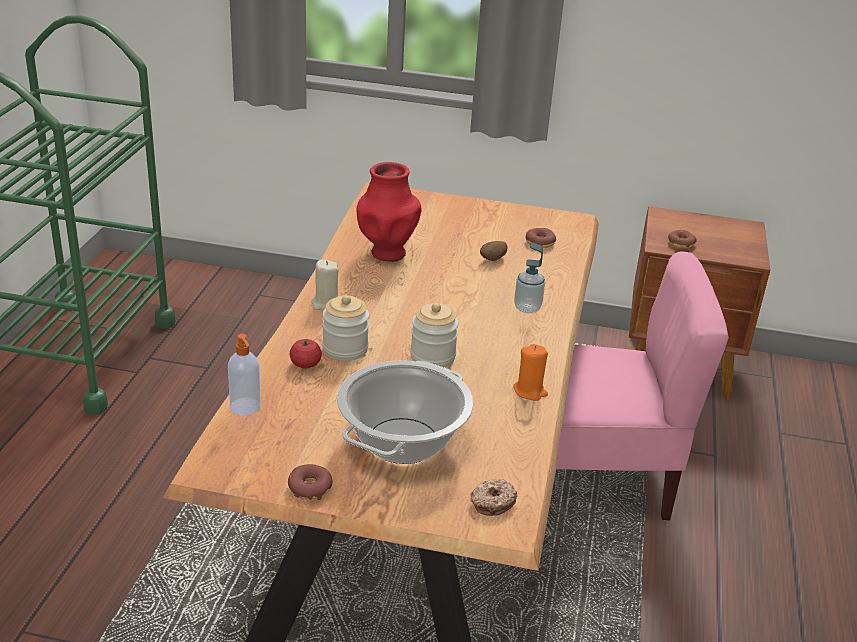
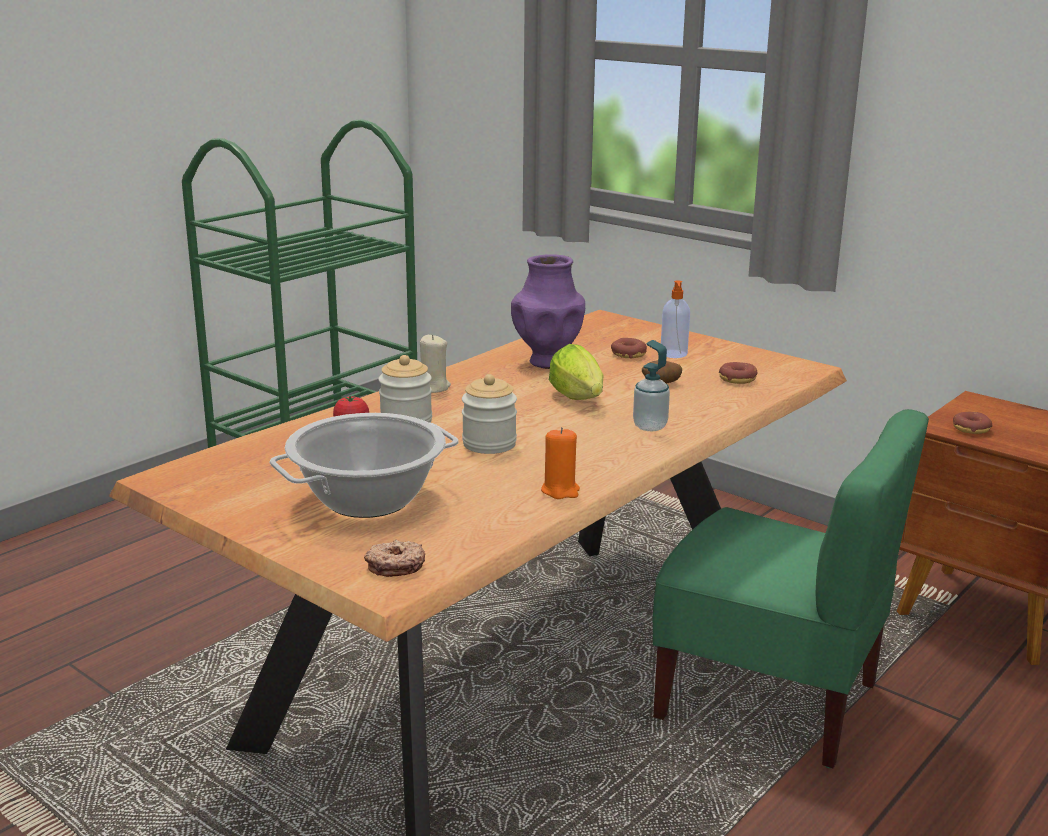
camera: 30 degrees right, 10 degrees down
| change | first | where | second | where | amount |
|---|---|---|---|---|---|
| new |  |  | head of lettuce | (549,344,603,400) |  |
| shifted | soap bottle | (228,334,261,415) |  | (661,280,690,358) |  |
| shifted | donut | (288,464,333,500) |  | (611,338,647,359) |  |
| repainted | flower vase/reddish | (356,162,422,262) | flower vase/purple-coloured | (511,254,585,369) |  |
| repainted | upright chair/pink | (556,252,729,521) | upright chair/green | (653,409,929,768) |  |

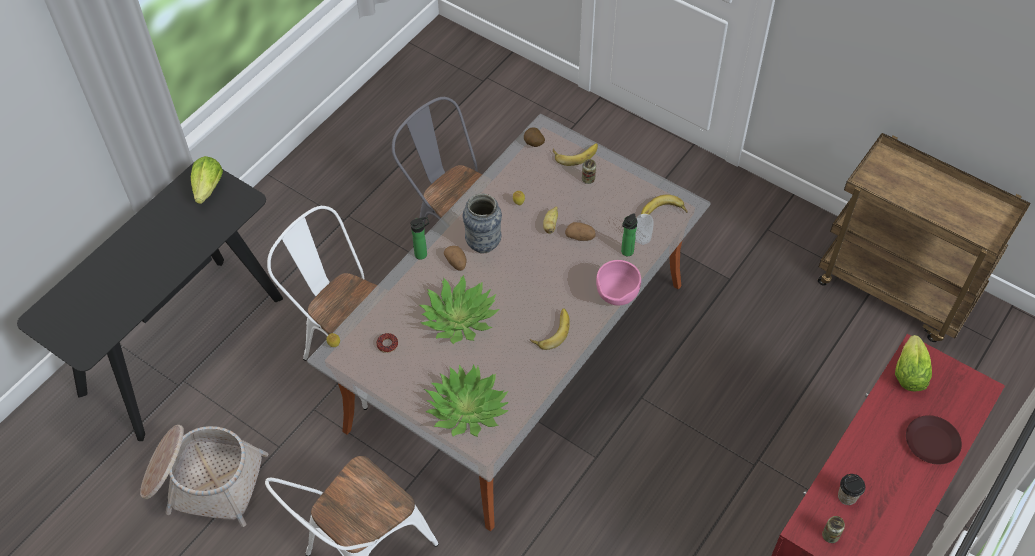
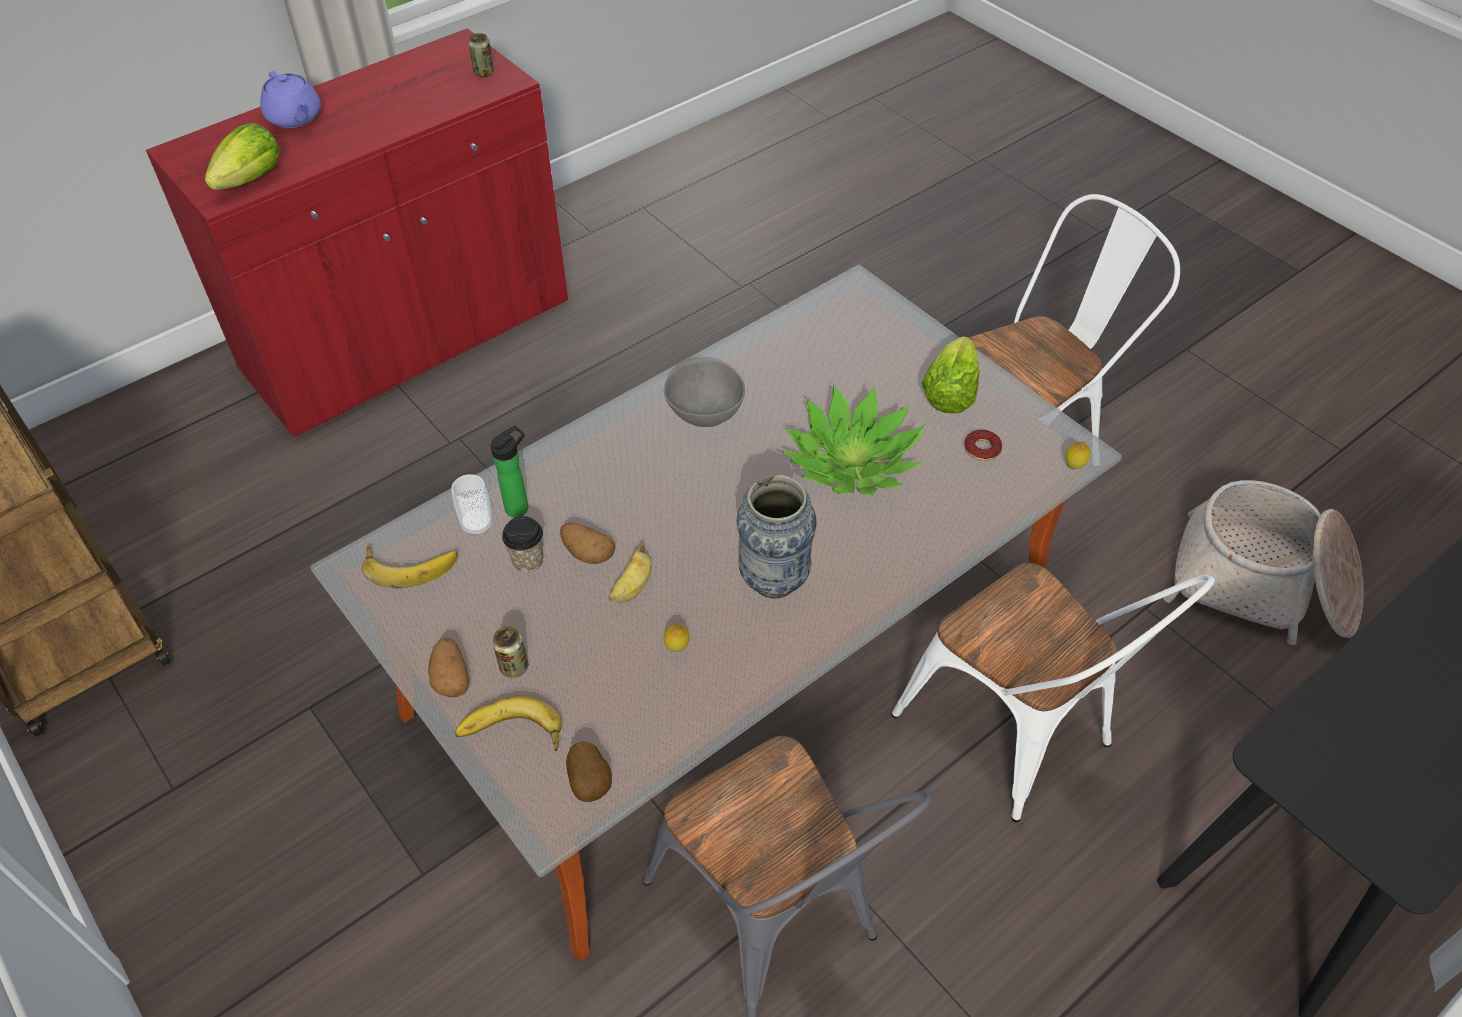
camera: 165 degrees left, 5 degrees down
| change | first | where | second | where | amount |
|---|---|---|---|---|---|
| gone | drink bottle | (410,217,429,260) |  |  |  |
| gone | potted plant | (424,364,509,437) |  |  |  |
| gone | deep dish/pink | (596,260,641,306) |  |  |  |
| shifted | head of lettuce | (191,156,223,204) |  | (922,336,979,413) |  |
| shifted | whole potato | (444,246,466,271) |  | (428,637,469,697) |  |
| shifted | small cup | (838,474,865,505) |  | (502,516,543,572) |  |
| swapped | whole banana | (530,308,570,350) | deep dish/gray | (664,360,745,427) |  |
| swapped | plate/brown-coloured | (906,415,962,465) | pot for tea/purple-coloured | (260,71,321,128) |  |

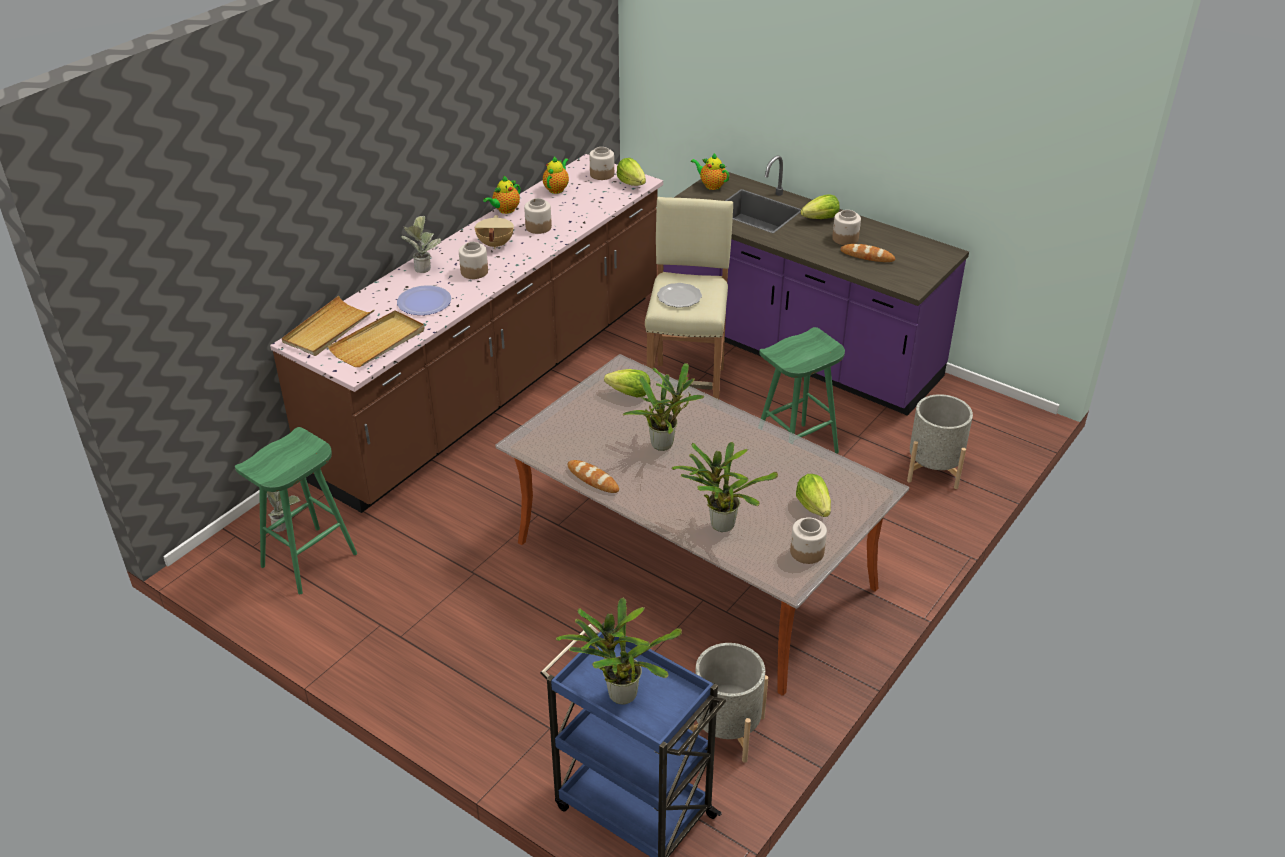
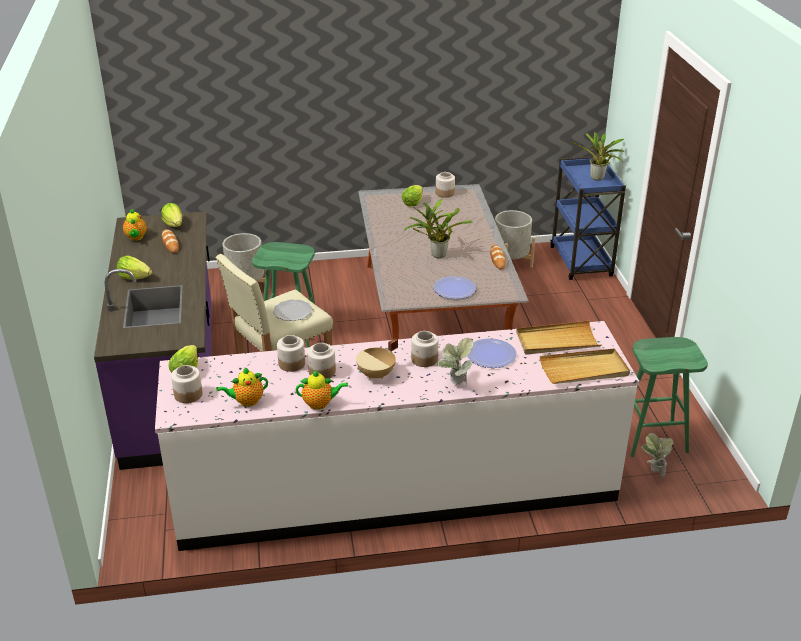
camera: 135 degrees left, 5 degrees down
| change | first | where | second | where | amount |
|---|---|---|---|---|---|
| gone | potted plant | (671,442,778,532) |  |  |  |
| new |  |  | plate | (433,276,476,299) |  |
| shifted | head of lettuce | (604,369,650,398) |  | (161,203,182,227) |  |
| shifted | pot for tea | (691,153,729,190) |  | (123,209,147,241) |  |
| shifted | jar | (832,210,861,245) |  | (277,335,305,372) |  |
| repainted | kitchen counter/brown-coloured | (270,154,663,513) | kitchen counter/white | (155,321,639,551) |  |

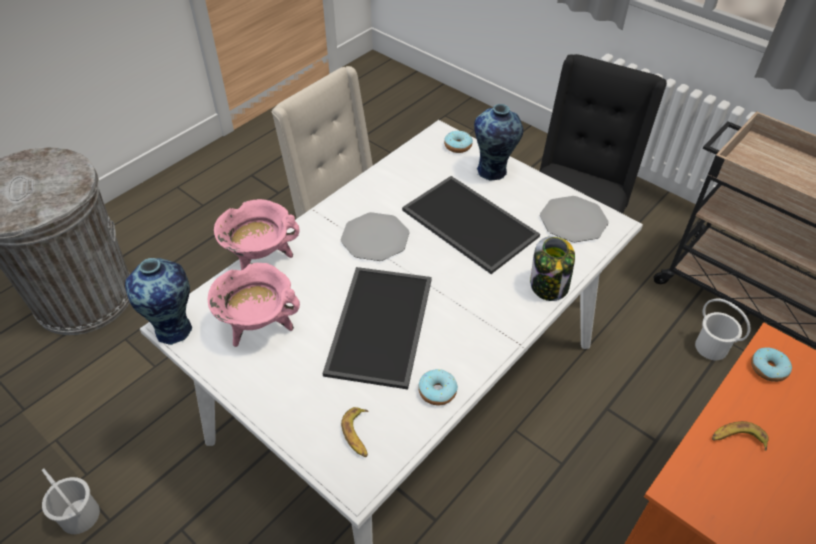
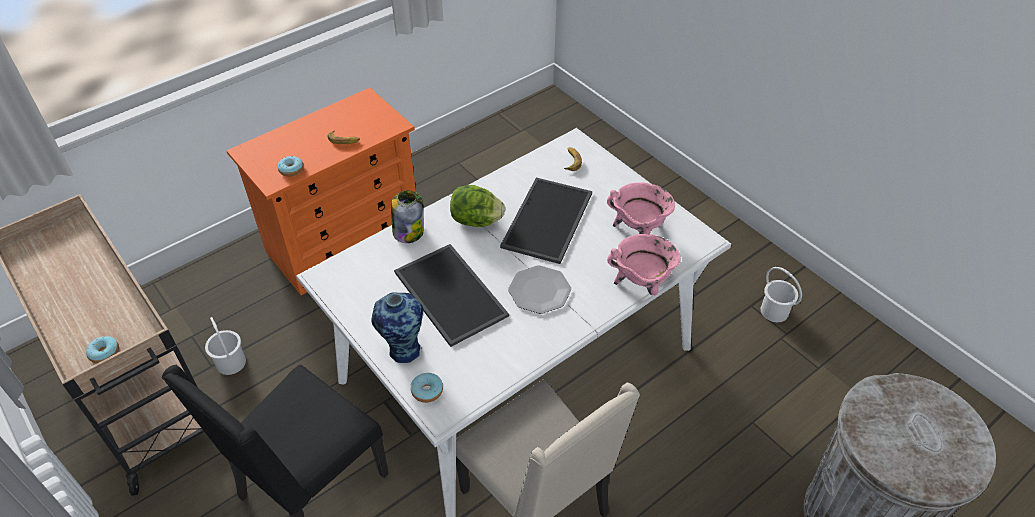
camera: 170 degrees left, 0 degrees up
| change | first | where | second | where | amount |
|---|---|---|---|---|---|
| gone | flower vase | (125,258,192,345) |  |  |  |
| gone | plate | (540,196,609,242) |  |  |  |
| new |  |  | head of lettuce | (450,185,505,227) |  |
| shifted | donut | (418,369,458,406) |  | (86,336,119,363) |  |

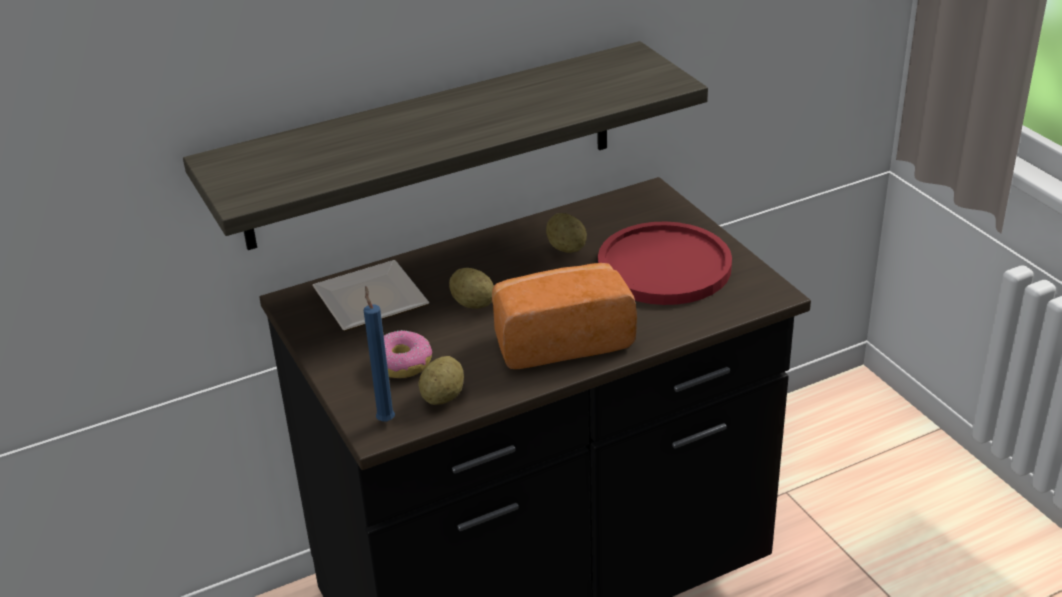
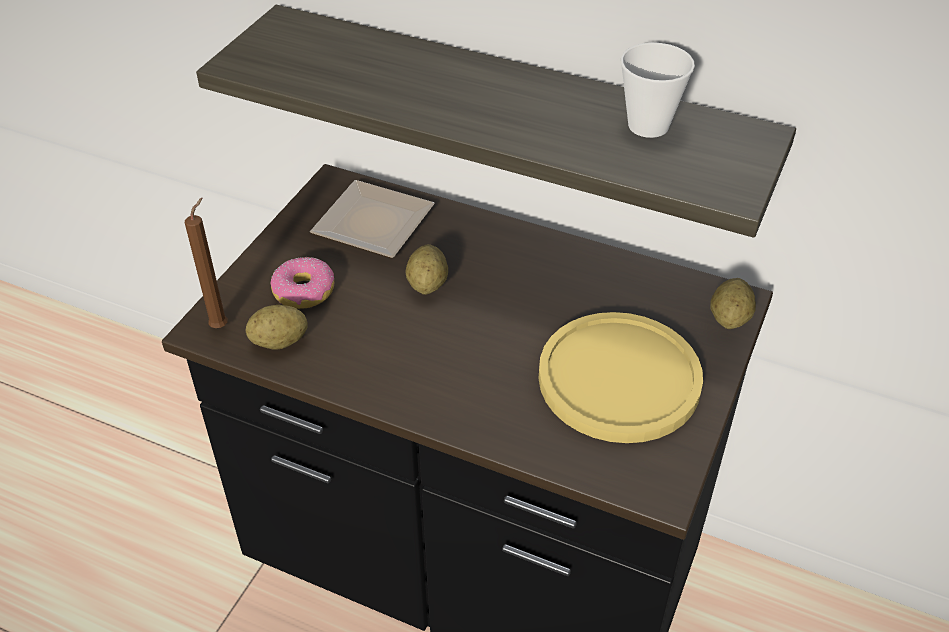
camera: 50 degrees right, 10 degrees up
| change | first | where | second | where | amount |
|---|---|---|---|---|---|
| gone | bread | (492,263,637,369) |  |  |  |
| new |  |  | small cup | (621,43,695,138) |  |
| shifted | whole potato | (546,213,587,253) |  | (710,278,756,329) |  |
| repainted | wax candle/blue | (364,287,395,422) | wax candle/brown-coloured | (185,197,228,328) |  |
| repainted | plate/reddish | (598,222,732,305) | plate/yellow-coloured | (538,312,703,443) |  |

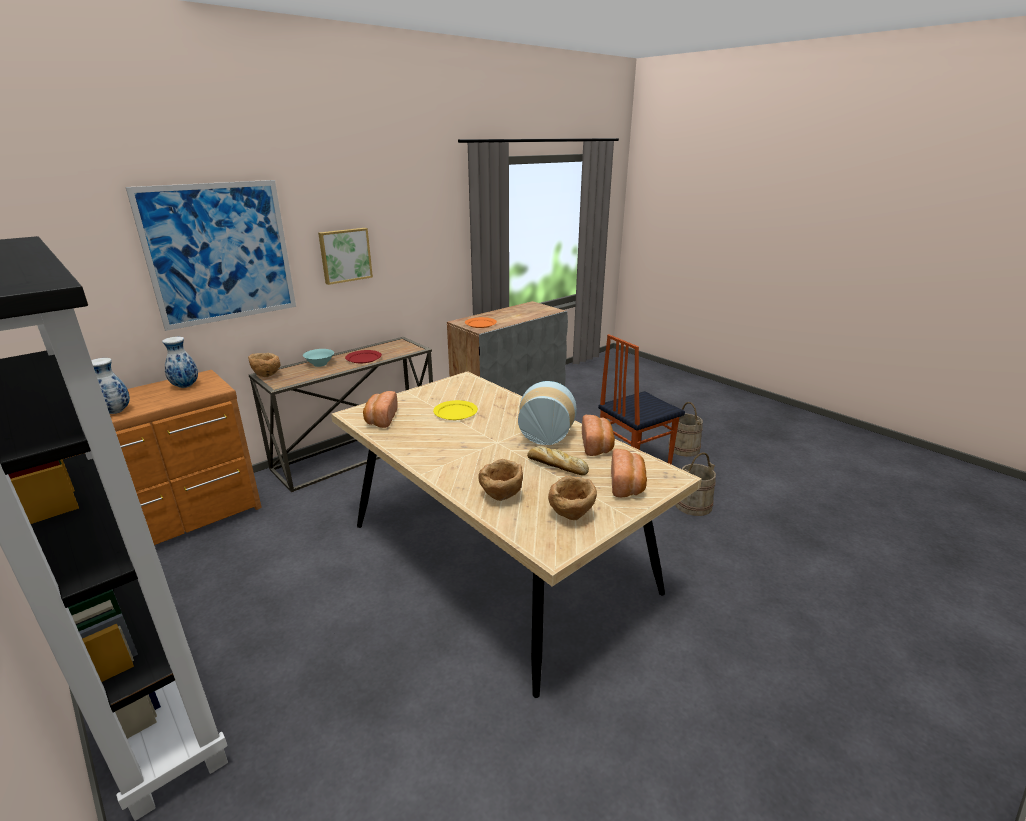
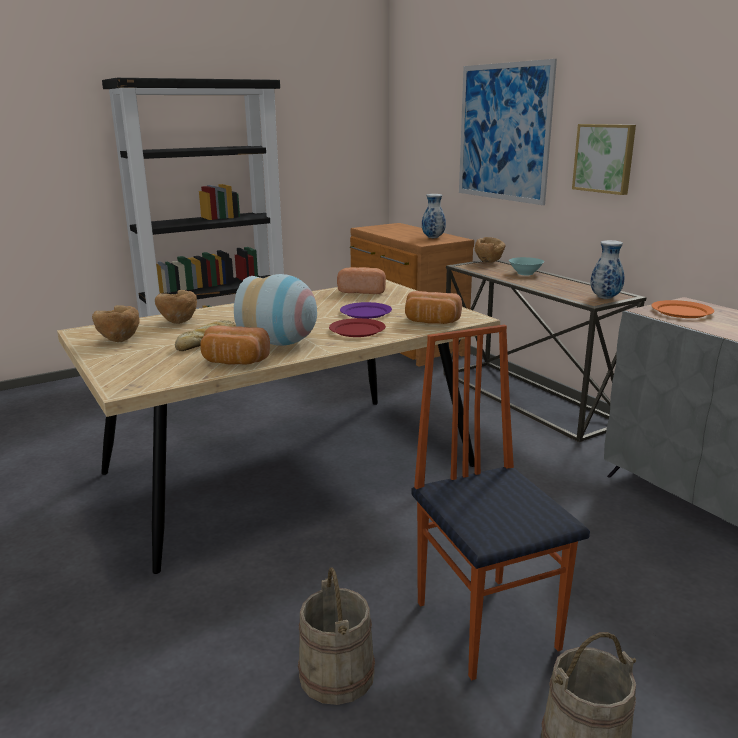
camera: 100 degrees right, 5 degrees down
| change | first | where | second | where | amount |
|---|---|---|---|---|---|
| shifted | flower vase | (91,358,130,414) |  | (591,240,624,299) |  |
| shifted | plate/reddish | (345,350,382,363) |  | (329,318,386,337) |  |
| shifted | bread | (611,449,647,497) |  | (405,291,462,324) |  |
| repainted | plate/yellow-coloured | (433,400,478,420) | plate/purple-coloured | (340,302,392,319) |  |

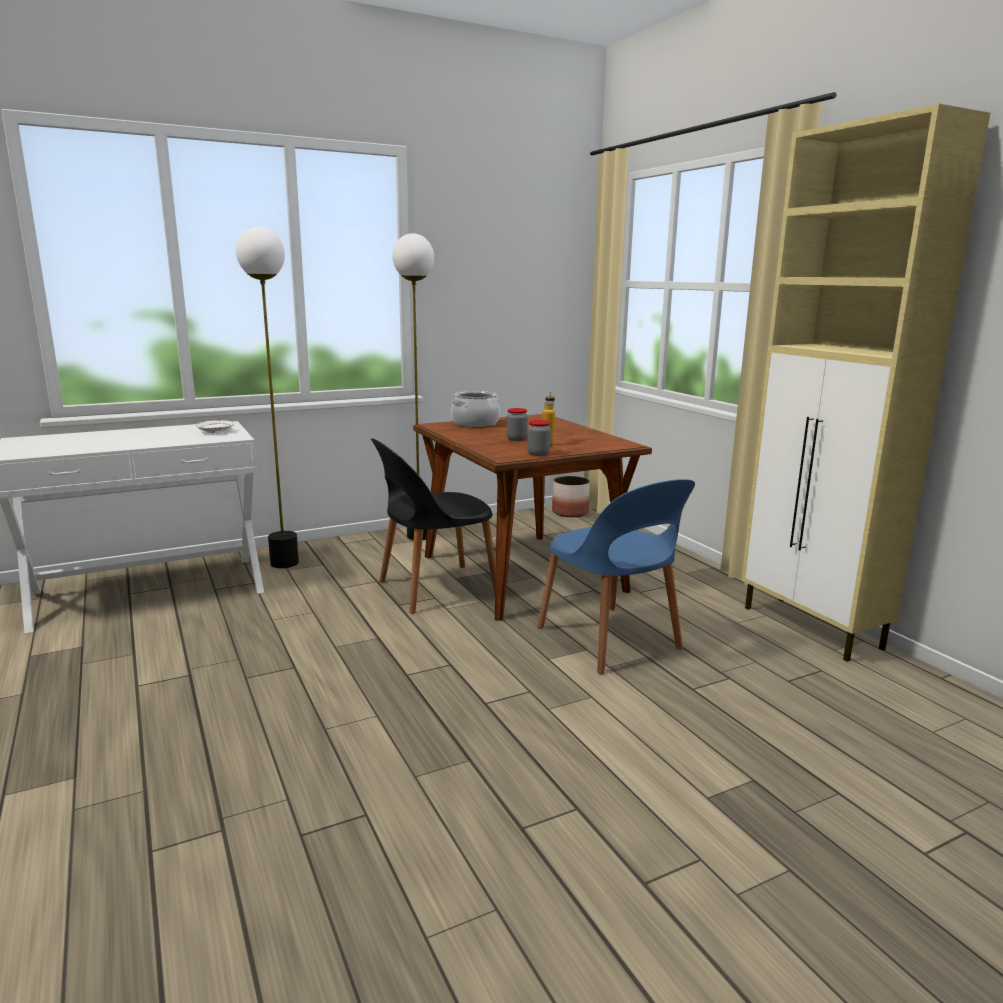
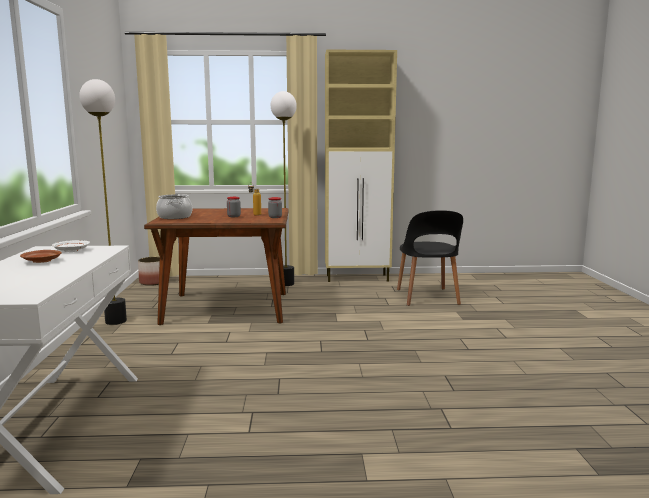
camera: 65 degrees left, 5 degrees down
| change | first | where | second | where | amount |
|---|---|---|---|---|---|
| gone | upright chair/blue | (537,479,695,674) |  |  |  |
| new |  |  | plate/brown-coloured | (20,250,62,263) |  |
| shifted | floor lamp | (236,226,299,568) |  | (271,91,297,286) |  |
| shifted | upright chair/black | (371,438,496,614) |  | (397,210,463,306) |  |

